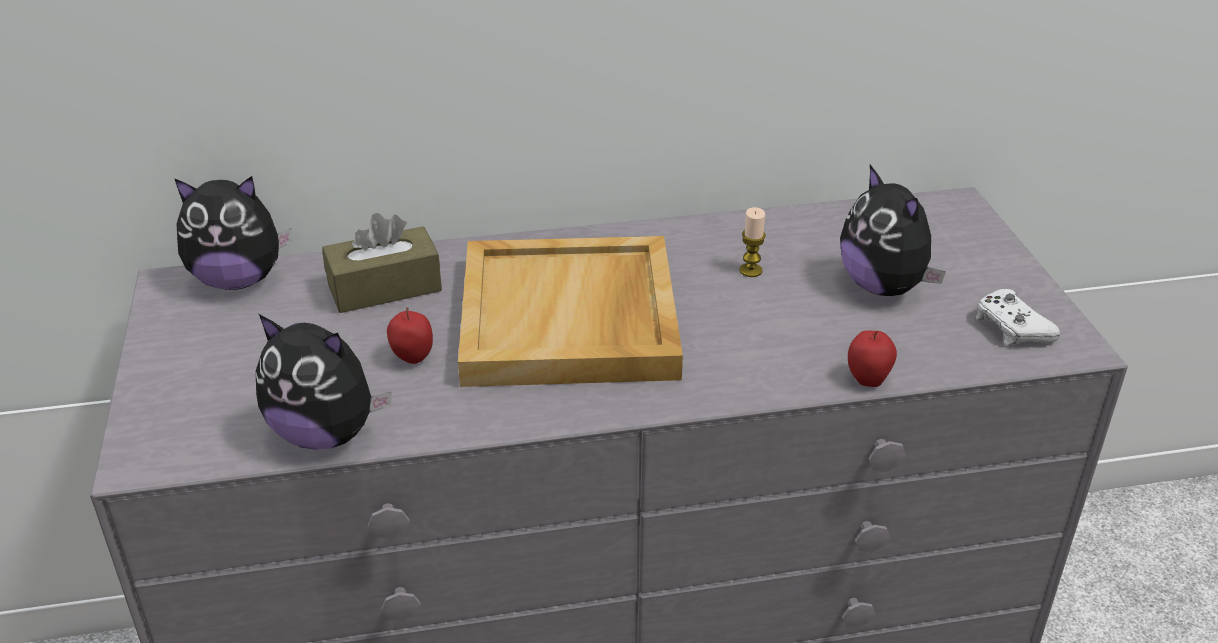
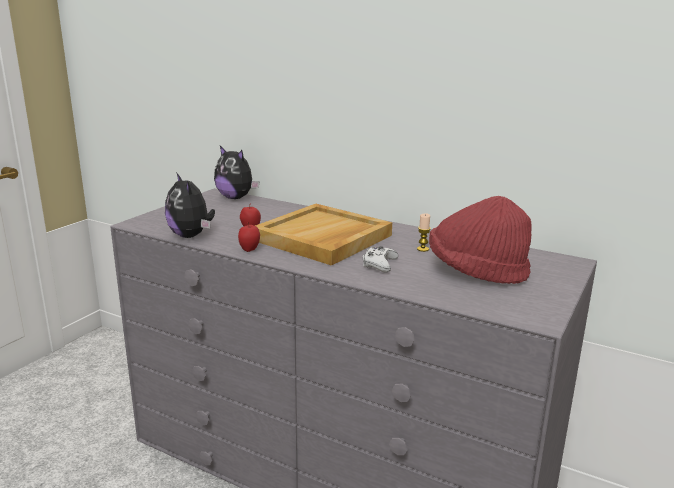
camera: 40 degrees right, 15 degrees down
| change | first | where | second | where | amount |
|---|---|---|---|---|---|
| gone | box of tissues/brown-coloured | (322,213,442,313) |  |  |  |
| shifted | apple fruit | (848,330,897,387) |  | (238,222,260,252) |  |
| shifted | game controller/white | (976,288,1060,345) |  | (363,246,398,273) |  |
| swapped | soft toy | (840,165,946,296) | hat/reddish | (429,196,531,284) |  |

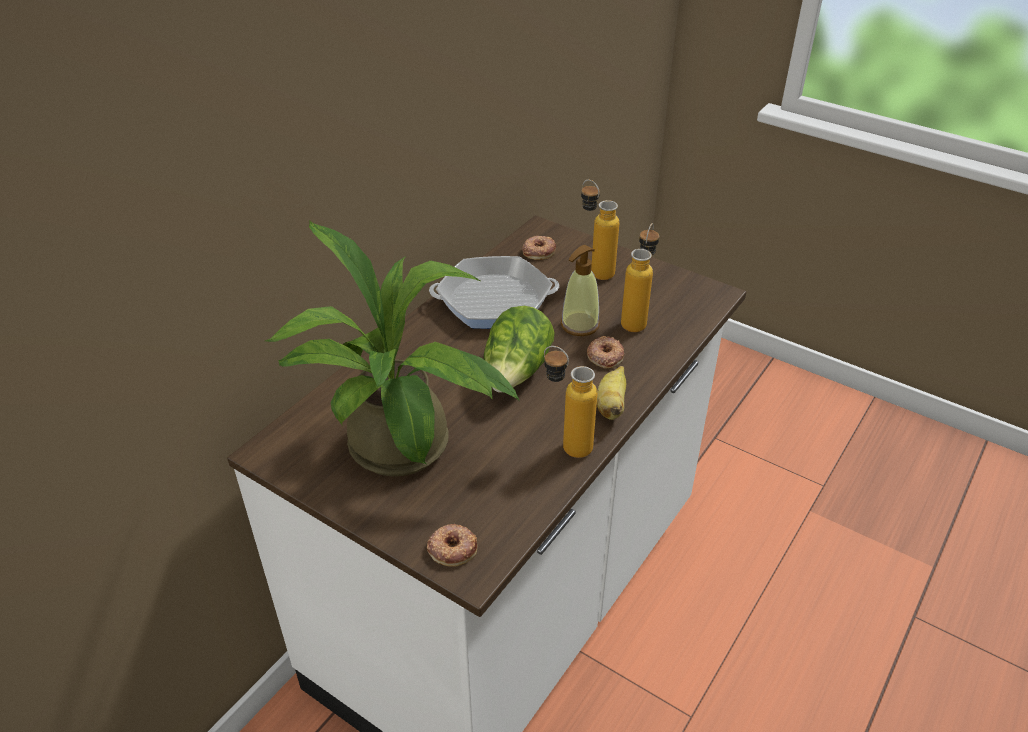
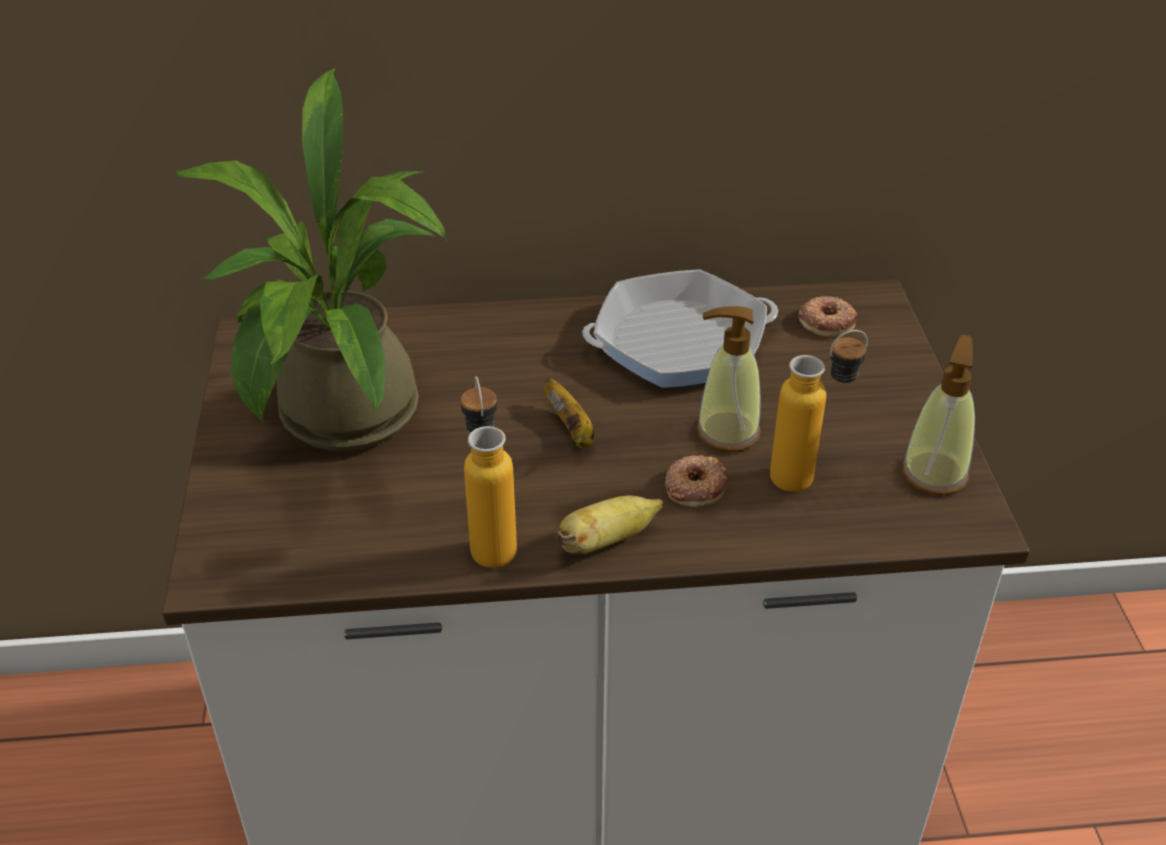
camera: 50 degrees right, 0 degrees up
| change | first | where | second | where | amount |
|---|---|---|---|---|---|
| gone | donut | (427,524,477,567) |  |  |  |
| gone | drink bottle | (581,180,619,280) |  |  |  |
| new |  |  | soap bottle | (901,334,975,496) |  |
| swapped | head of lettuce | (484,306,555,393) | whole banana | (544,379,594,448) |  |
| rotated | pan | (429,256,559,329) |  | (582,269,778,388) | 60 degrees counterclockwise |

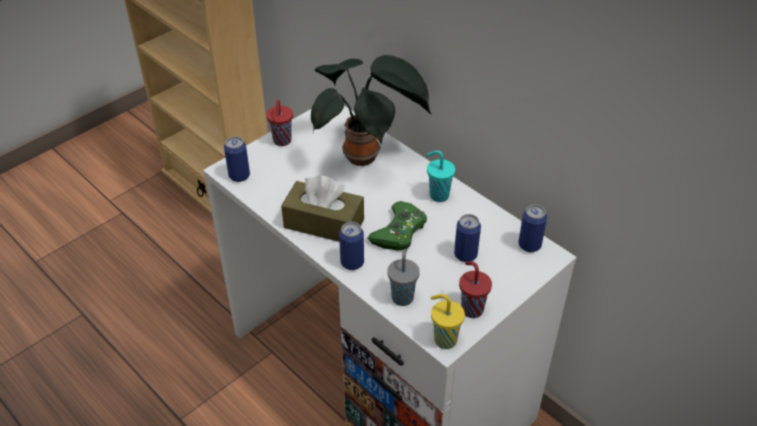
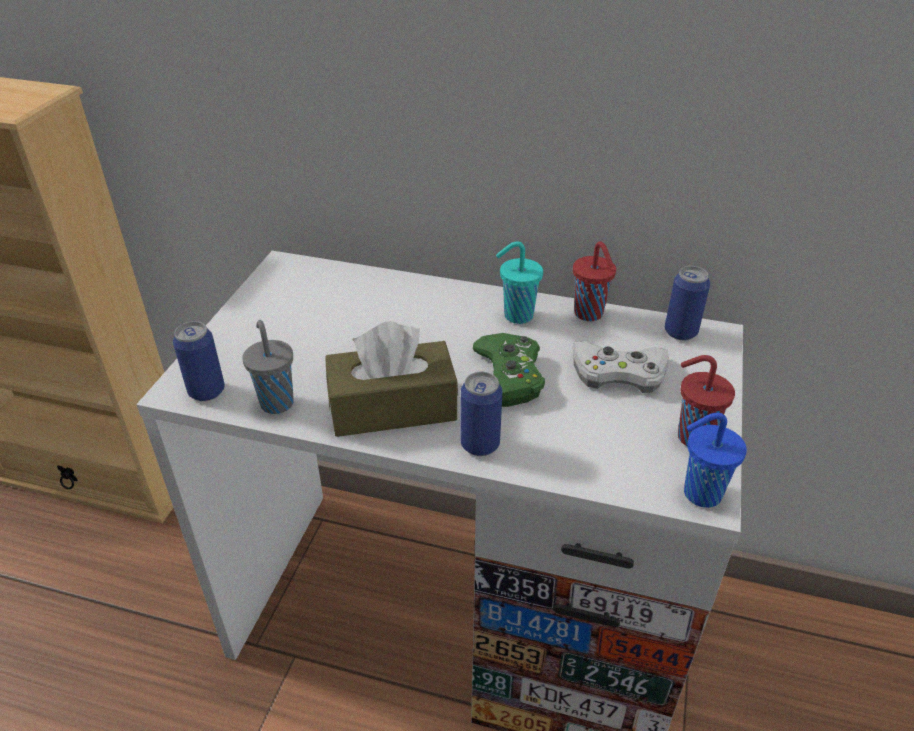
camera: 30 degrees left, 5 degrees down
| change | first | where | second | where | amount |
|---|---|---|---|---|---|
| gone | potted plant | (311,55,432,166) |  |  |  |
| shifted | small cup/reddish | (266,99,293,146) |  | (573,241,616,321) |  |
| shifted | small cup/gray | (387,249,420,306) |  | (242,320,294,414) |  |
| swapped | metal can | (454,214,481,262) | game controller/white | (573,341,669,393) |  |
| repainted | small cup/yellow-coloured | (431,294,465,349) | small cup/blue | (684,413,747,508) |  |

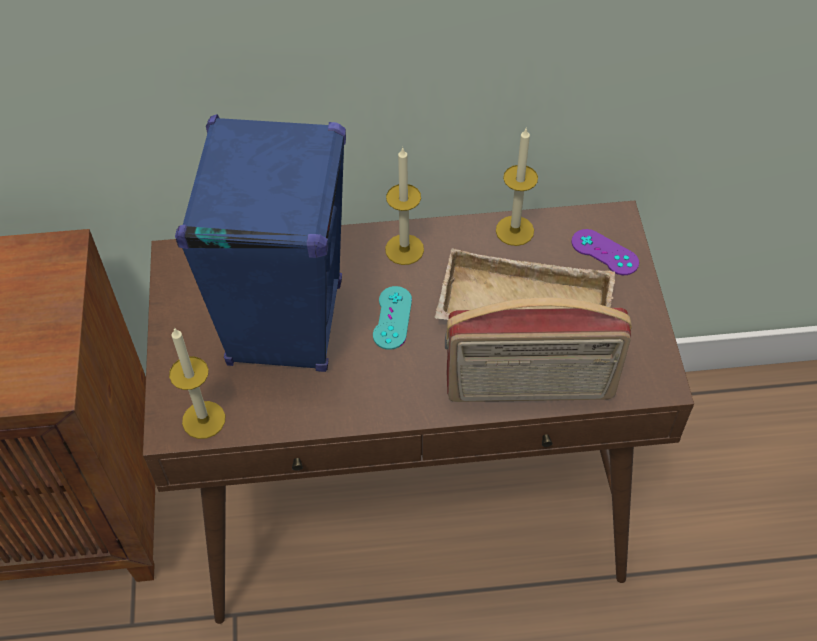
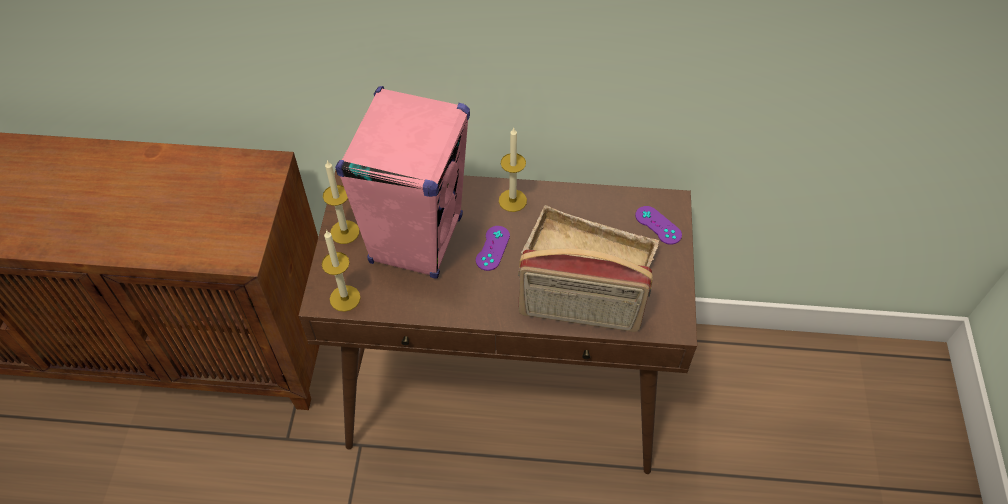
camera: 10 degrees right, 0 degrees up
| change | first | where | second | where | amount |
|---|---|---|---|---|---|
| shifted | wax candle | (496,127,538,246) |  | (323,160,360,244) |  |
| repainted | loudspeaker/blue | (175,114,346,372) | loudspeaker/pink | (335,86,470,279) |  |
| repainted | game controller/turquoise | (373,286,412,350) | game controller/purple-coloured | (476,226,510,271) |  |

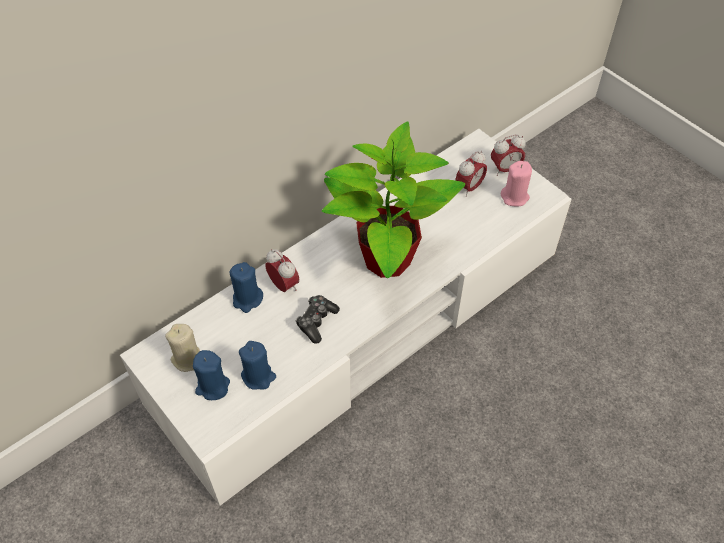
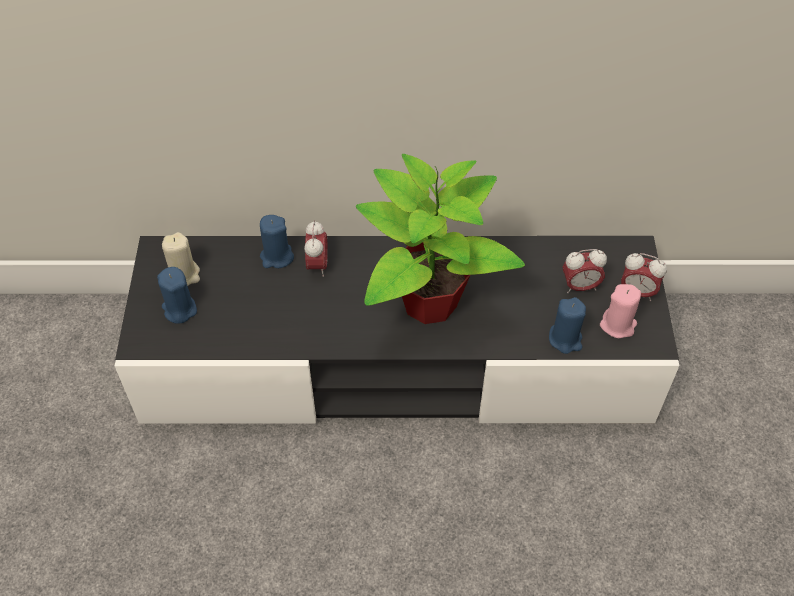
camera: 40 degrees right, 0 degrees up
| change | first | where | second | where | amount |
|---|---|---|---|---|---|
| gone | game controller | (296,295,340,344) |  |  |  |
| shifted | wax candle/blue | (239,341,276,390) |  | (549,297,586,354) |  |
| repainted | tv stand/white | (120,129,572,506) | tv stand/black | (115,236,679,424) |  |

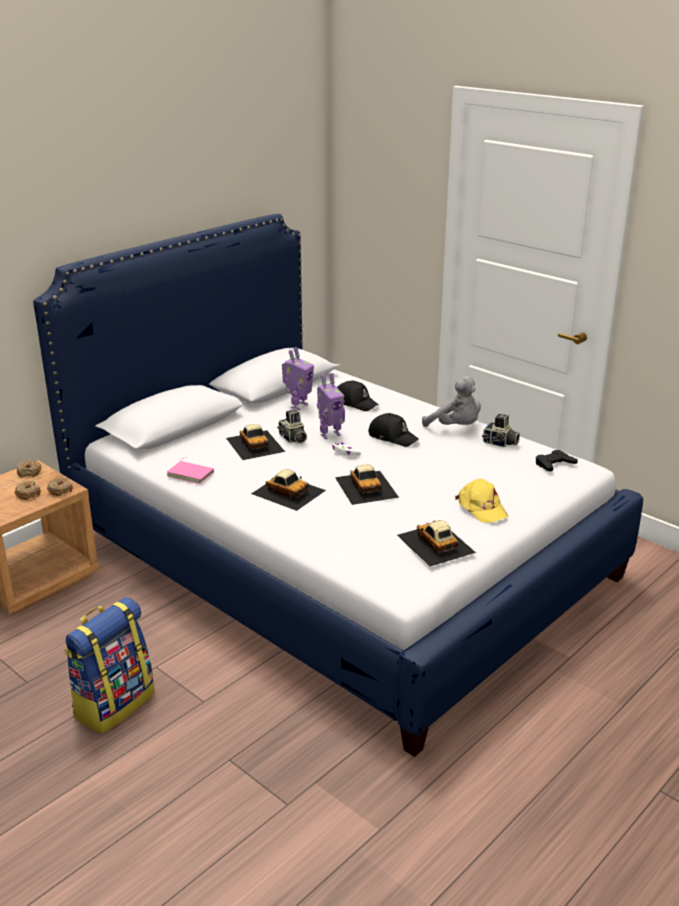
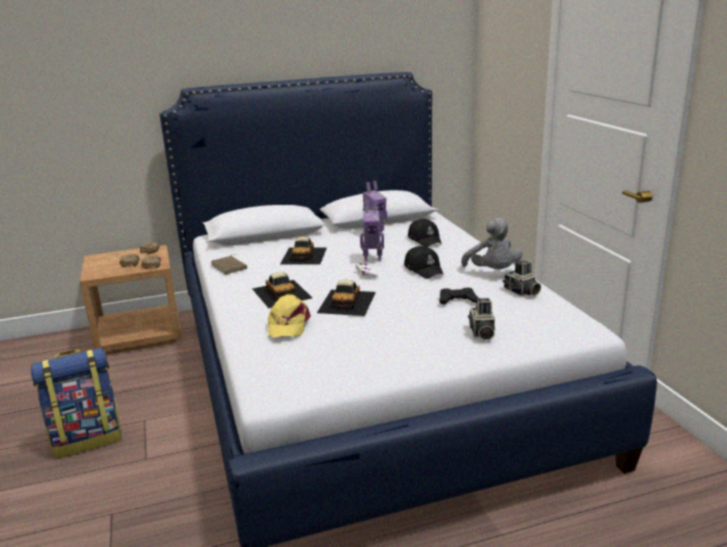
camera: 30 degrees right, 5 degrees down
| change | first | where | second | where | amount |
|---|---|---|---|---|---|
| gone | model car | (397,520,476,566) |  |  |  |
| shifted | still camera | (277,409,307,444) |  | (468,298,495,341) |  |
| shifted | cap/yellow-coloured | (455,478,508,523) |  | (268,294,311,337) |  |
| shifted | game controller/black | (536,450,578,472) |  | (439,288,480,304) |  |
| repainted | book/pink | (166,458,214,484) | book/brown-coloured | (211,254,247,275) |  |

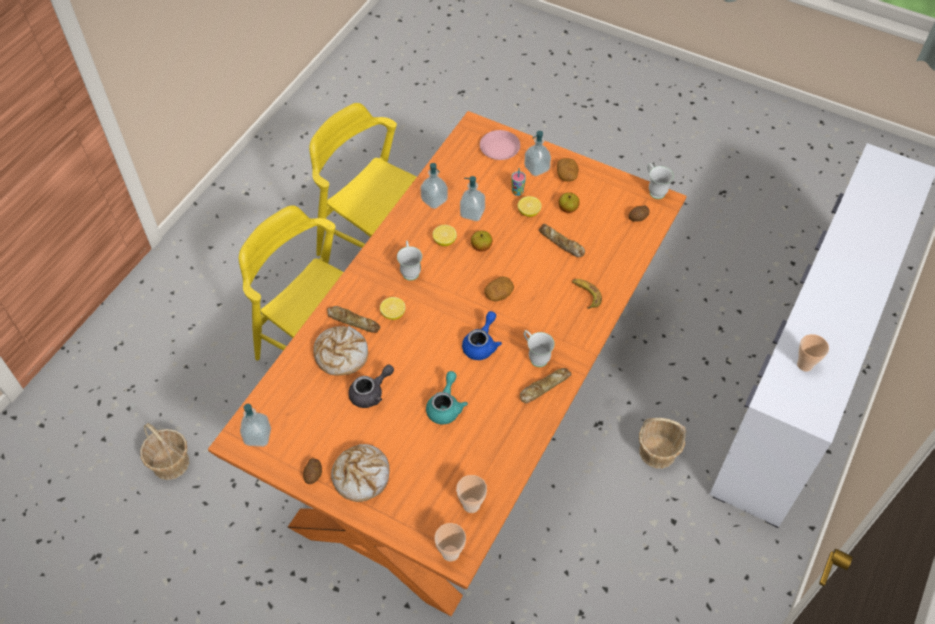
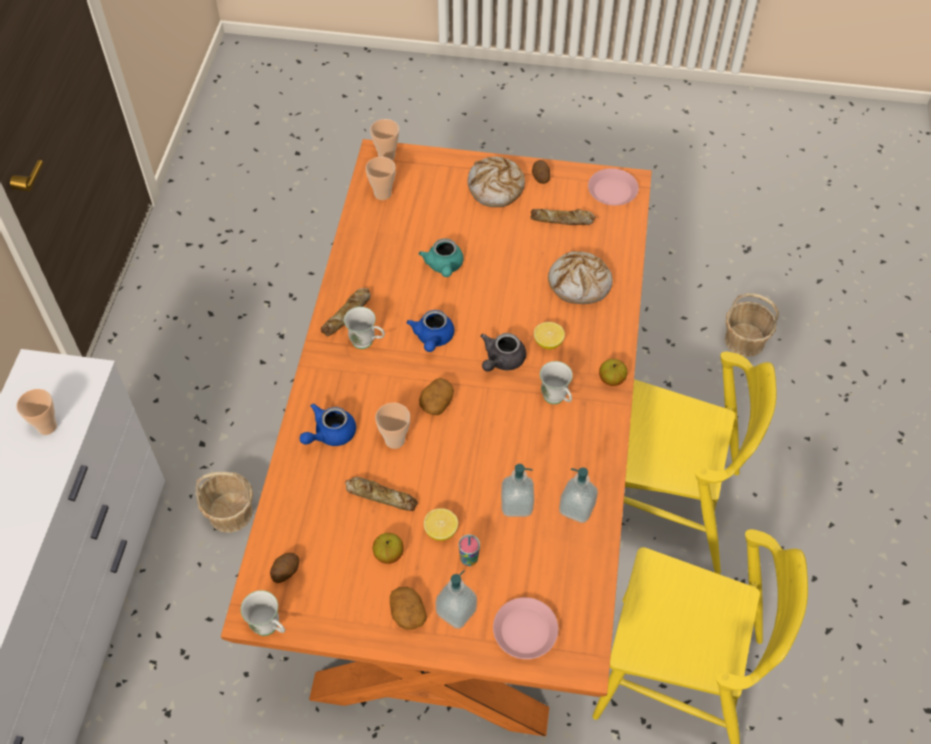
camera: 160 degrees right, 0 degrees up
| change | first | where | second | where | amount |
|---|---|---|---|---|---|
| gone | whole lemon | (433,225,457,246) |  |  |  |
| new |  |  | small cup | (375,403,410,449) |  |
| shifted | bread | (327,306,380,333) |  | (530,209,596,225) |  |
| shifted | pot for tea/gray | (349,365,394,408) |  | (480,333,526,371) |  |
| shifted | apple fruit | (471,230,492,252) |  | (599,359,627,386) |  |
| swapped | soap bottle | (240,404,271,447) | plate/pink | (588,168,639,206) |  |
| swapped | whole banana | (572,279,602,309) | pot for tea/blue | (300,403,356,446) |  |

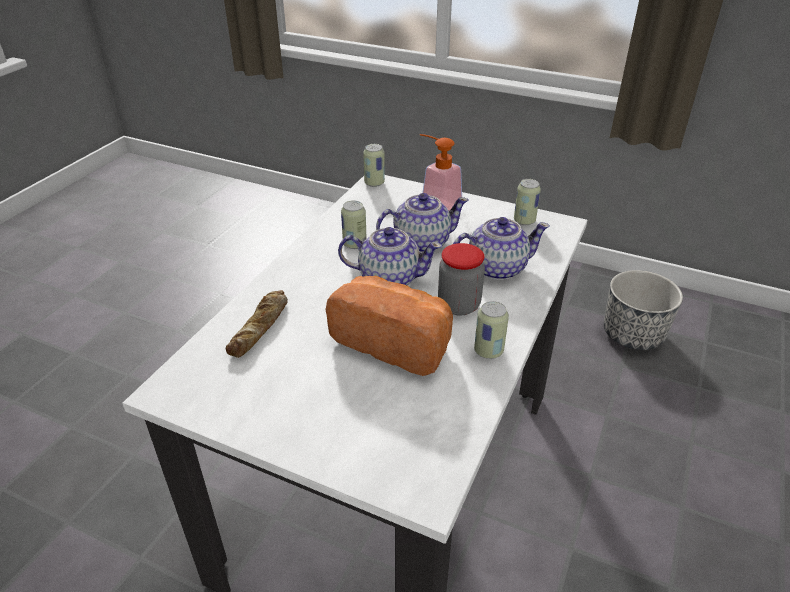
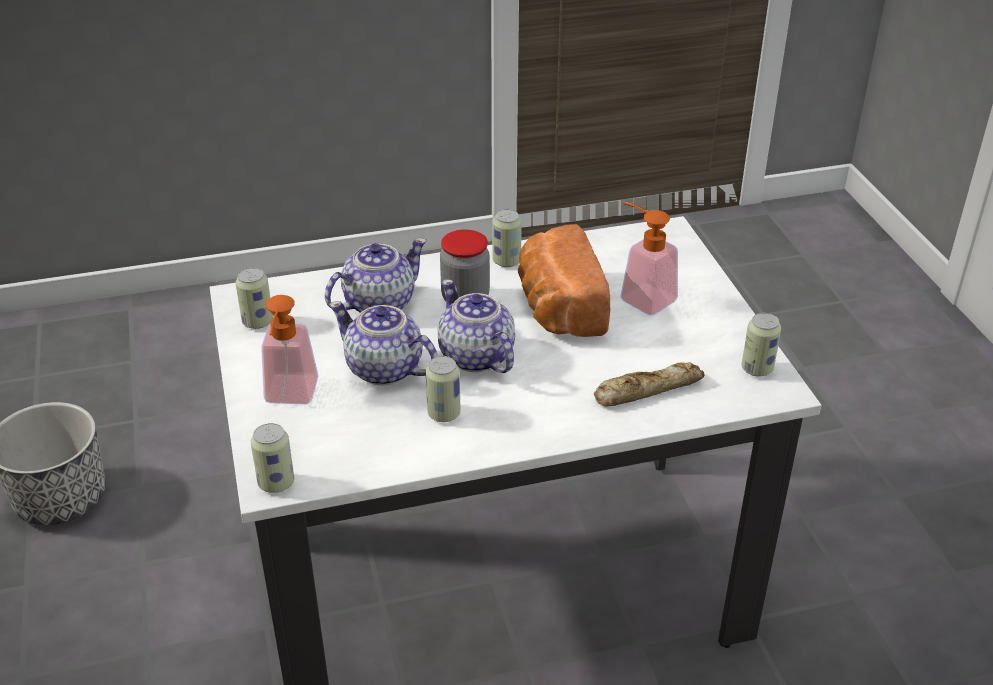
camera: 130 degrees left, 0 degrees up
| change | first | where | second | where | amount |
|---|---|---|---|---|---|
| new |  |  | soap bottle | (621,202,678,315) |  |
| new |  |  | metal can | (742,313,781,377) |  |
| rotated | pot for tea | (453,217,550,280) |  | (325,238,427,313) | 105 degrees clockwise |

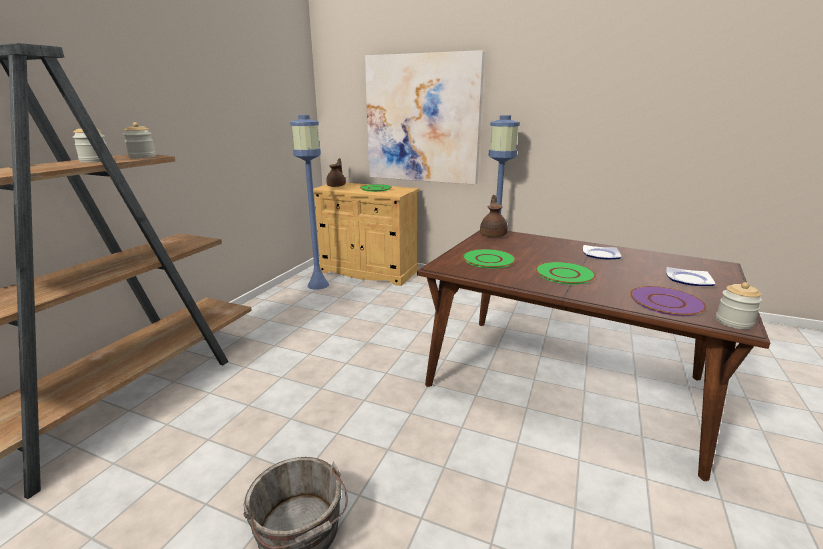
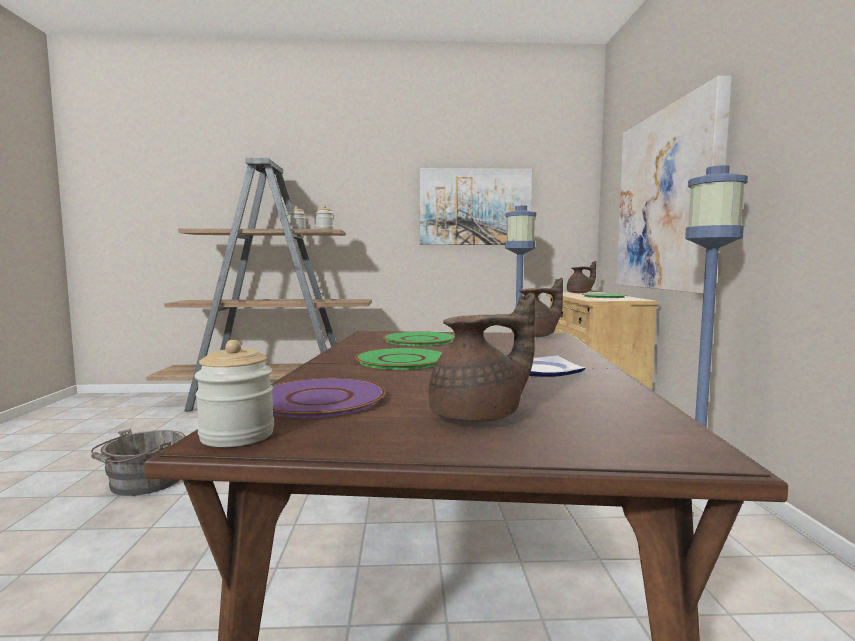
camera: 65 degrees right, 15 degrees down
| change | first | where | second | where | amount |
|---|---|---|---|---|---|
| new |  |  | wall art | (420,168,532,245) |  |
| swapped | plate | (666,267,716,286) | pot for tea/brown-coloured | (428,293,535,422) |  |

